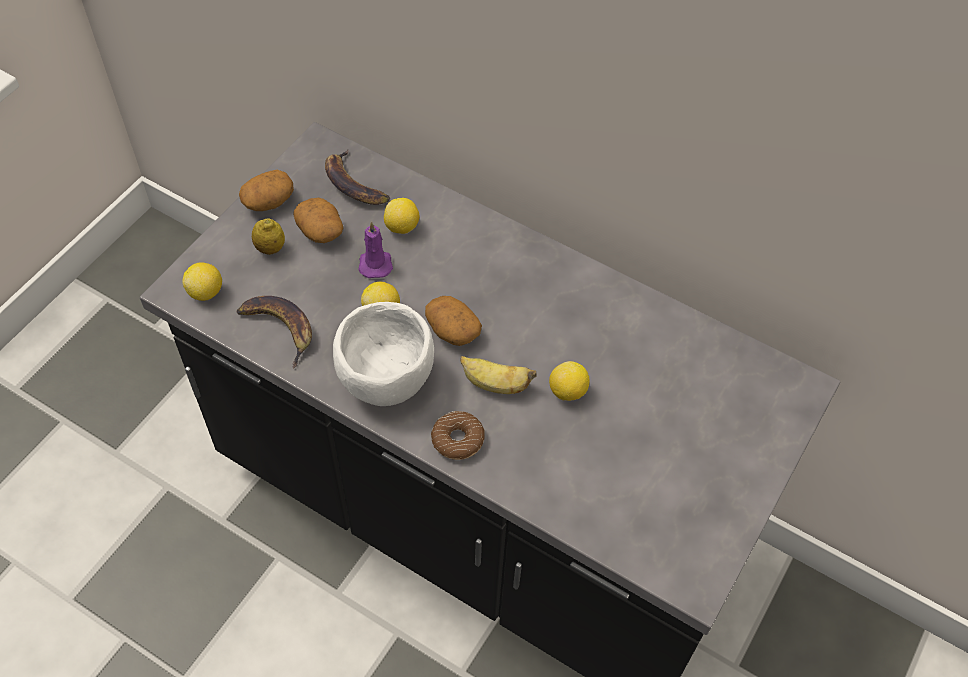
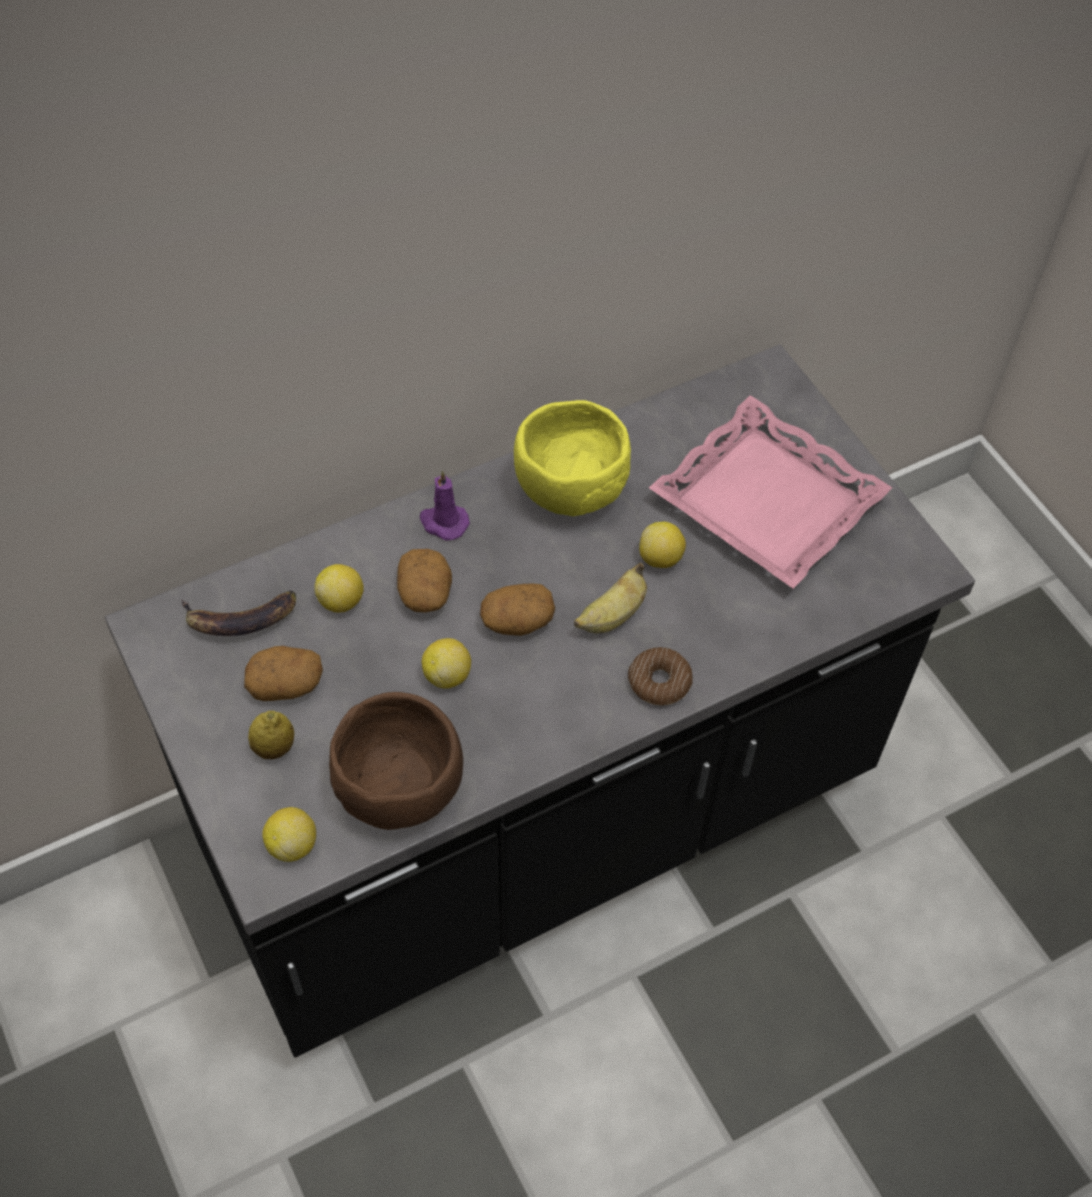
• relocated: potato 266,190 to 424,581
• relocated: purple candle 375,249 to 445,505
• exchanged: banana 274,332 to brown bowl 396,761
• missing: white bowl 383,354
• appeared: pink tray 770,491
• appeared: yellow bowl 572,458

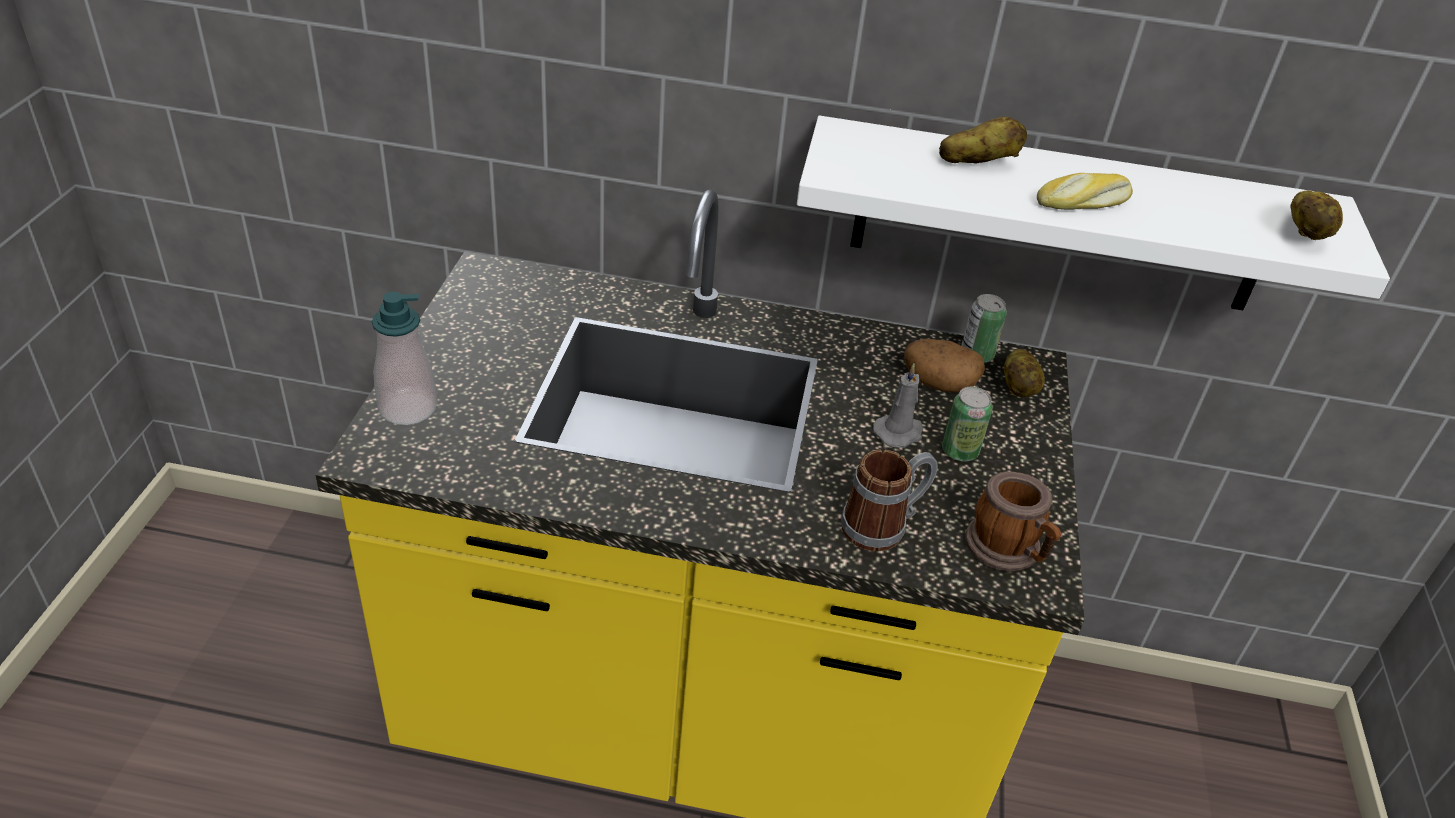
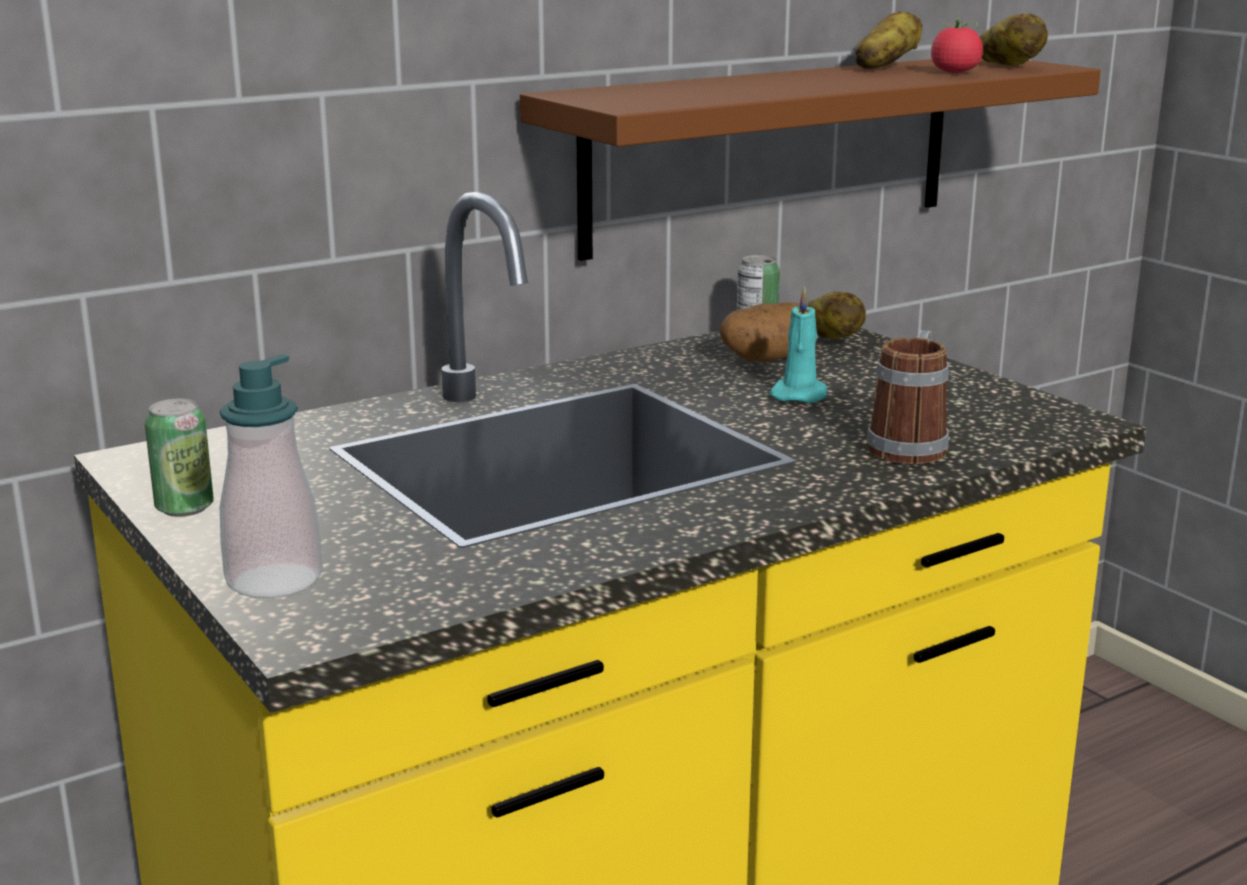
• colour: white shelf 1093,213 to brown shelf 810,159
• relocated: potato 983,140 to 888,40
• missing: bread 1085,191
• colour: grey candle 898,405 to turquoise candle 798,344
• relocated: can 967,424 to 179,458
• missing: mug 1013,521
• appeared: tomato 957,45

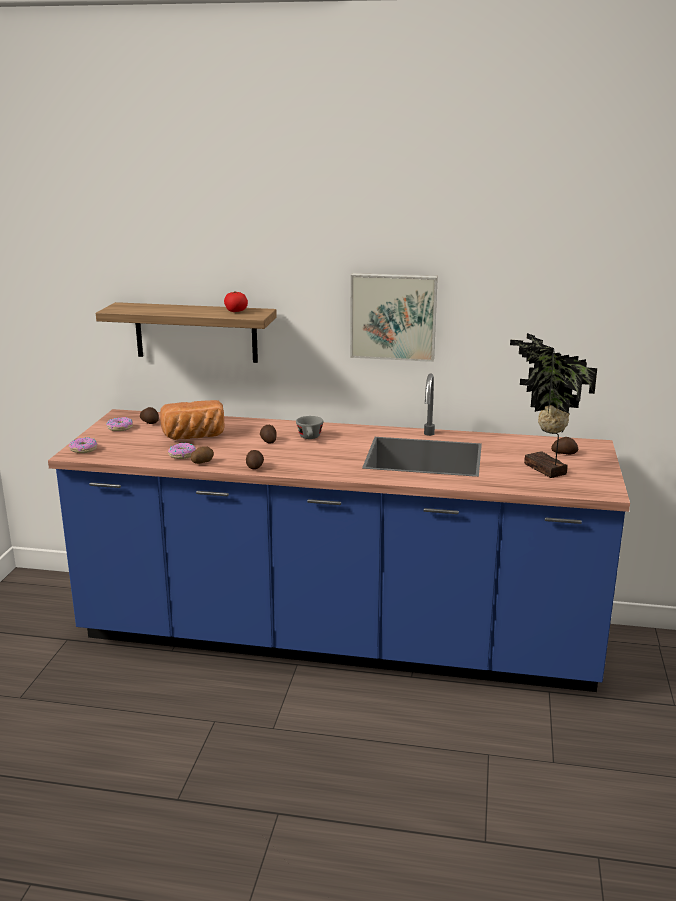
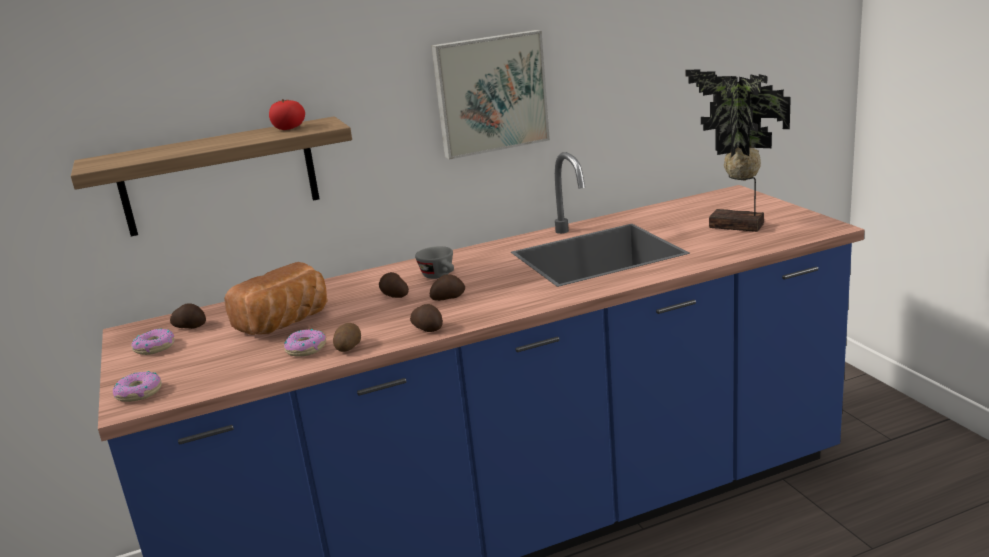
• relocated: potato 564,446 to 447,287

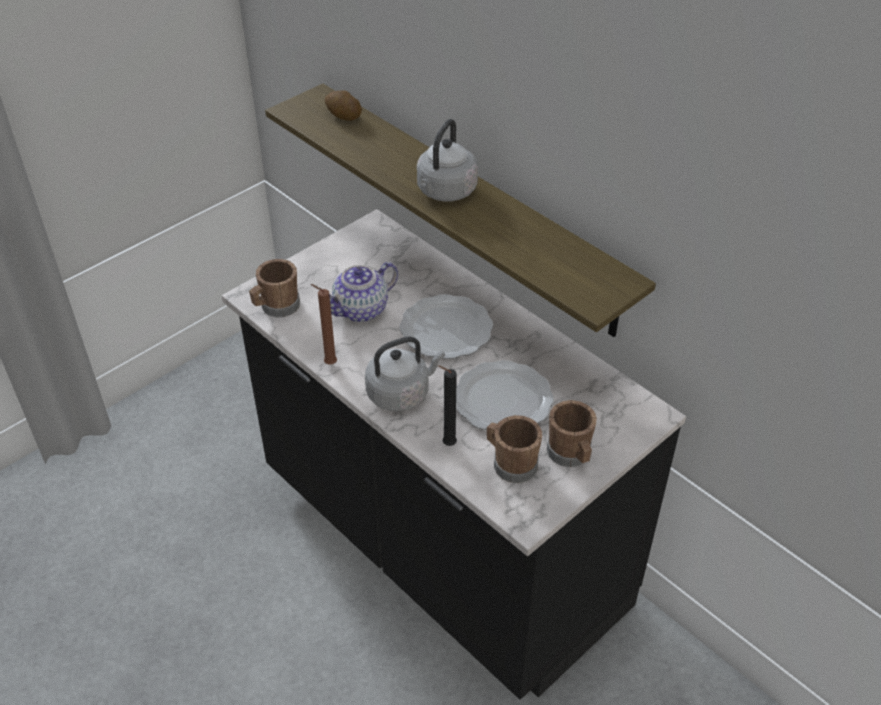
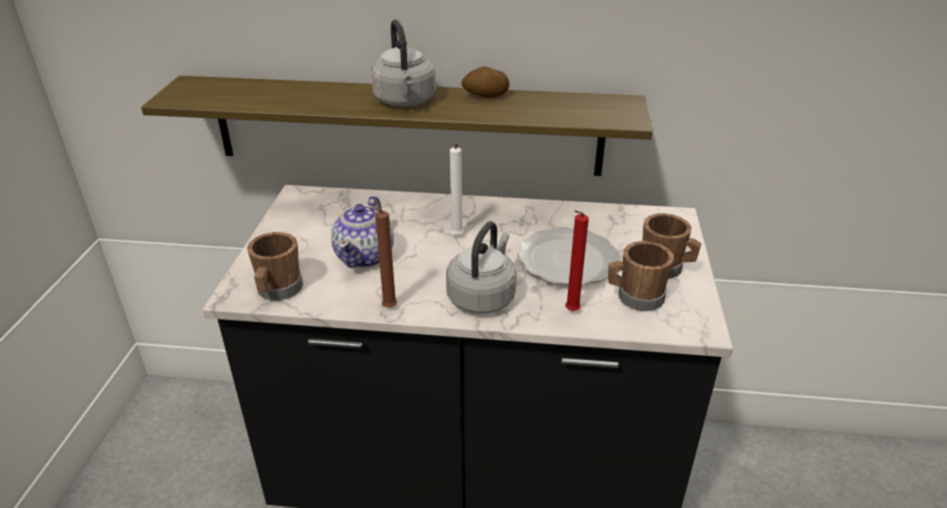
• relocated: potato 343,105 to 485,82
• exchanged: plate 446,326 to white candle 456,190
• colour: black candle 447,405 to red candle 577,260

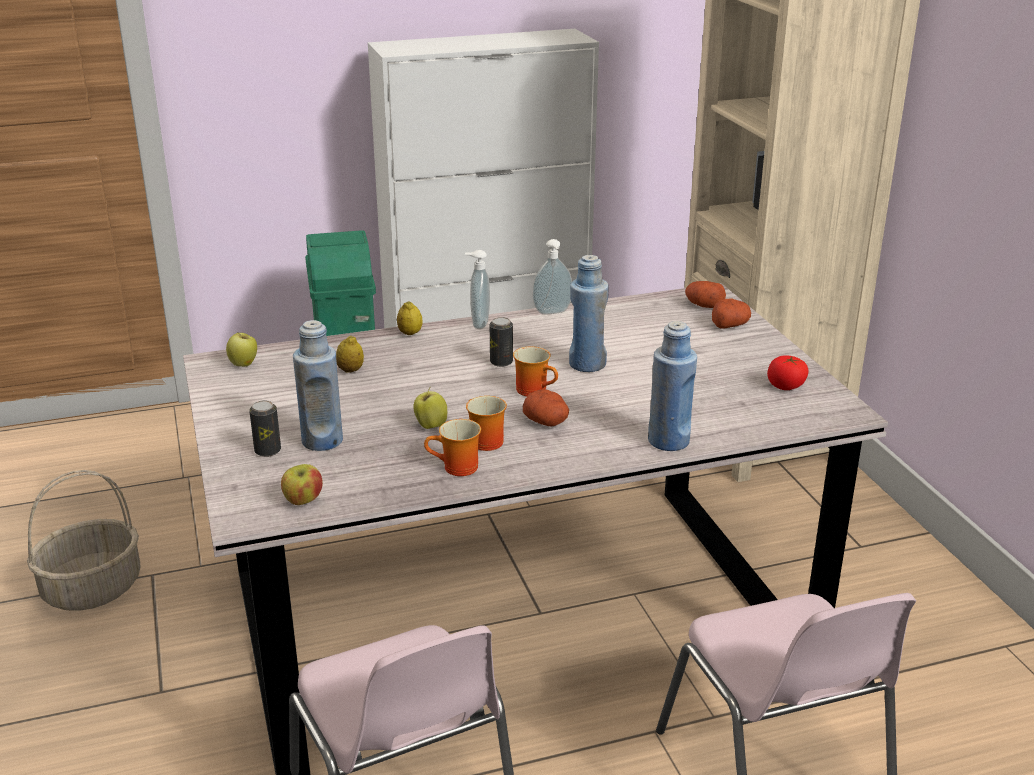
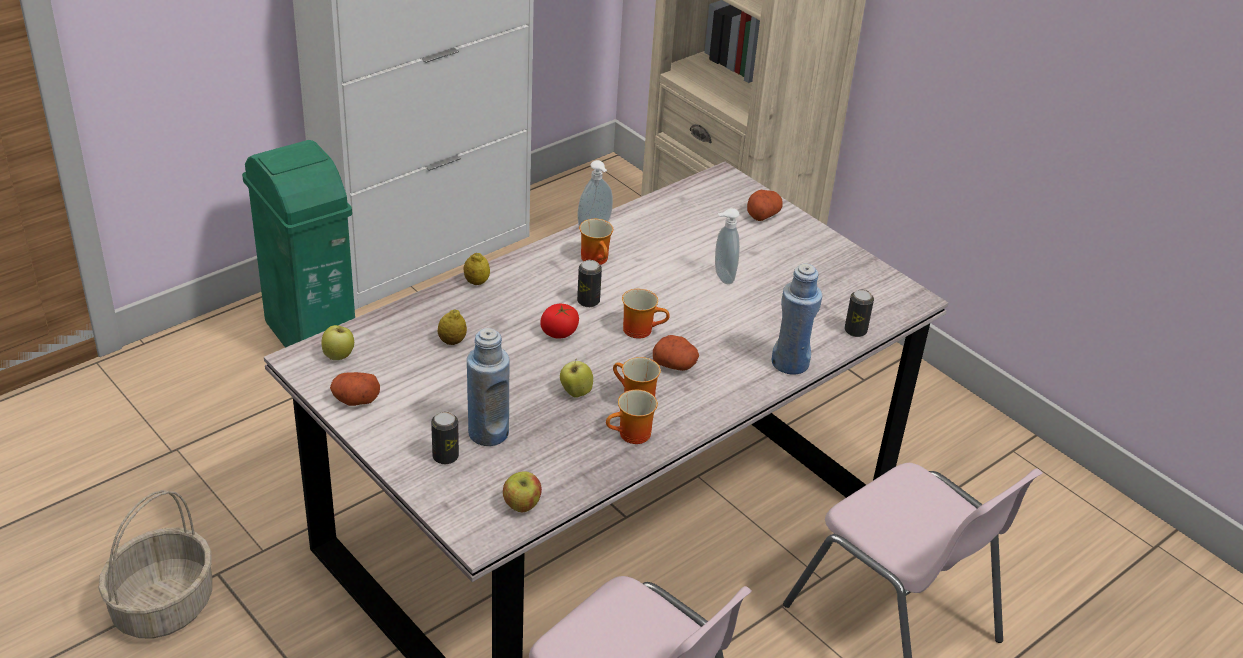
• relocated: soap dispenser 477,289 to 727,246
• missing: blue bottle 589,313
• relocated: potato 705,294 to 355,389
• relocated: tomato 788,372 to 559,321
• appeared: mug 596,242
• appeared: can 859,313

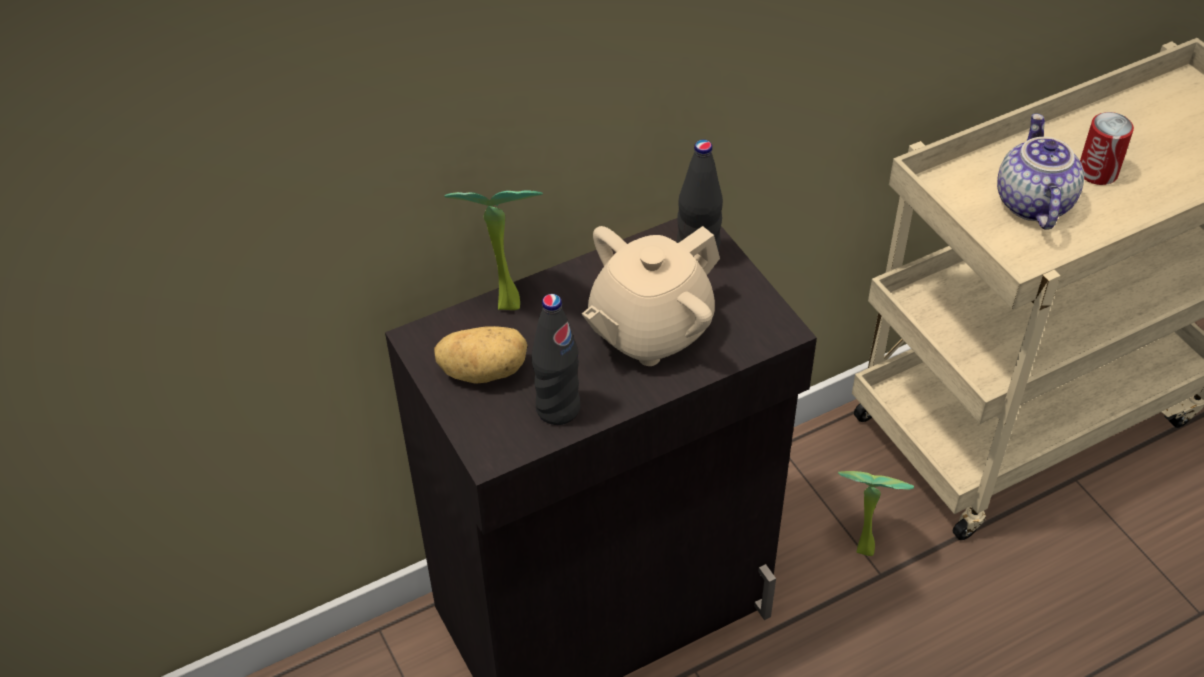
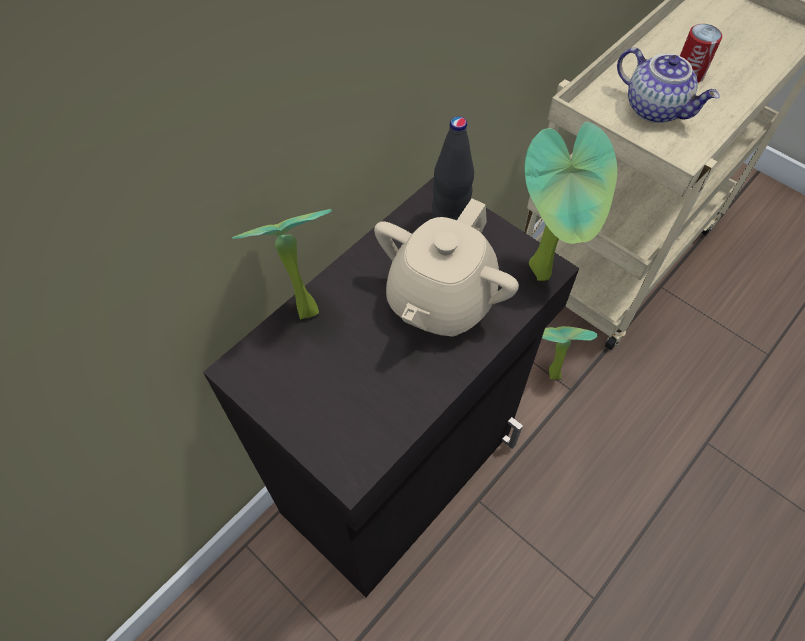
• spun: teapot 1040,172 = 668,85 150 degrees clockwise
• missing: black bottle 555,359
• missing: potato 480,355
• appeared: potted plant 570,201

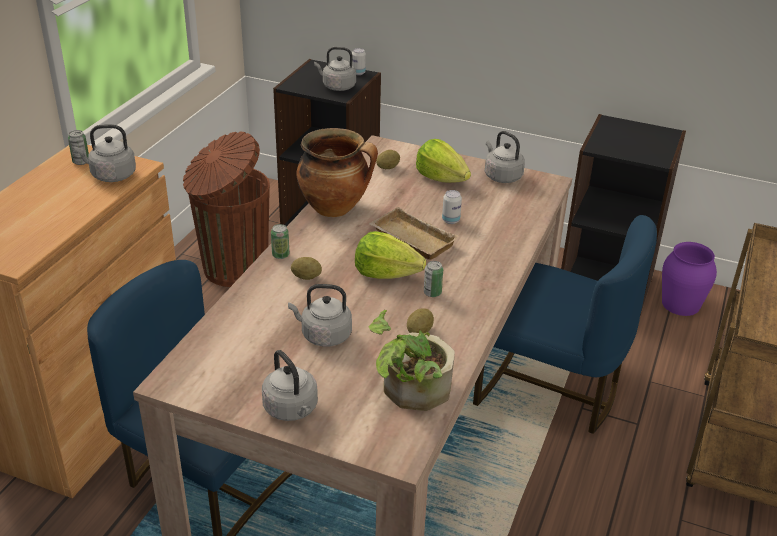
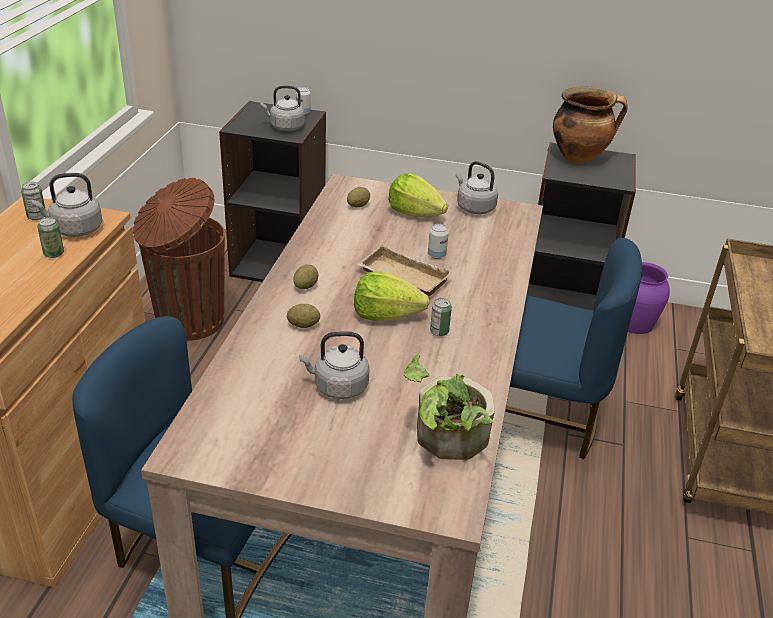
• relocated: cooking pot 337,172 to 590,125
• relocated: can 280,241 to 50,237
• relocated: potato 420,320 to 305,277
• missing: grey kettle 290,385

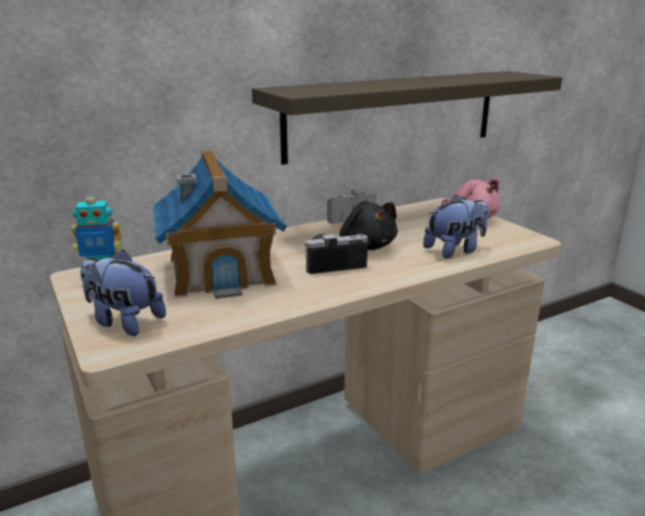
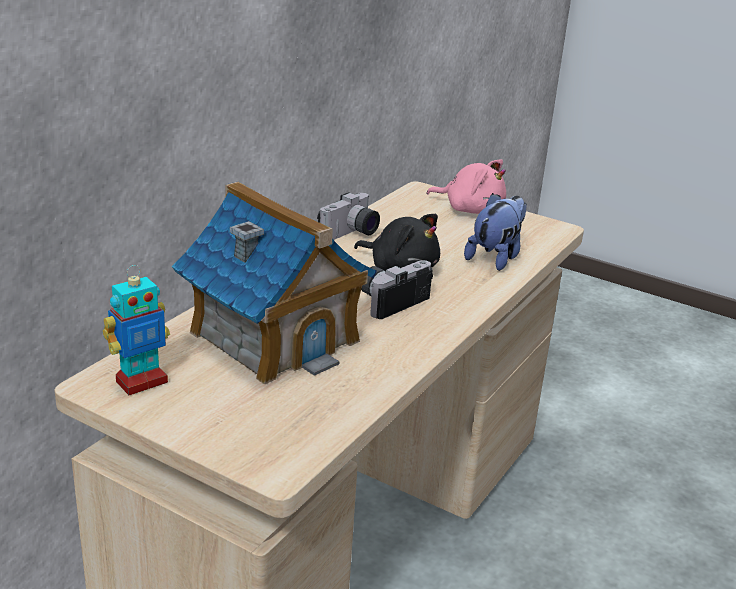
• missing: shelf 407,118
• missing: plush toy 123,293

